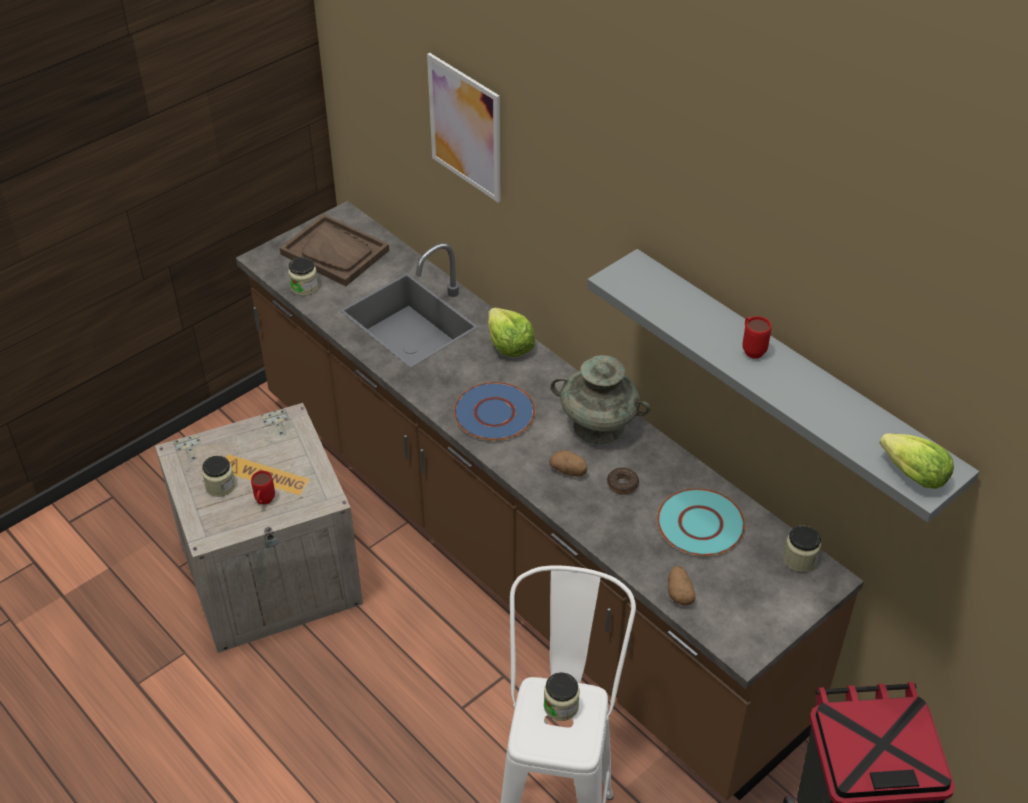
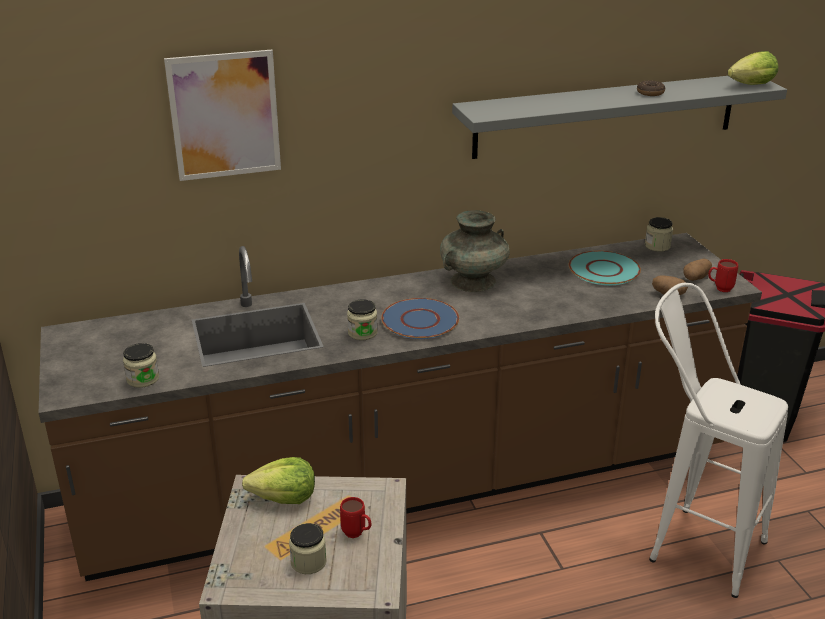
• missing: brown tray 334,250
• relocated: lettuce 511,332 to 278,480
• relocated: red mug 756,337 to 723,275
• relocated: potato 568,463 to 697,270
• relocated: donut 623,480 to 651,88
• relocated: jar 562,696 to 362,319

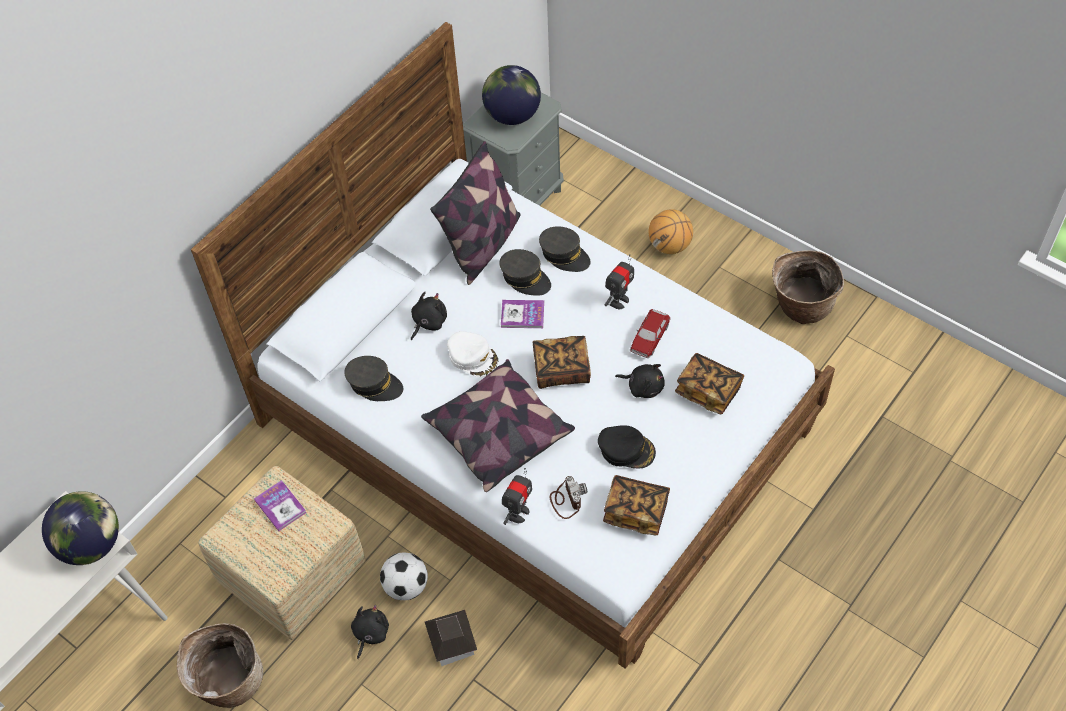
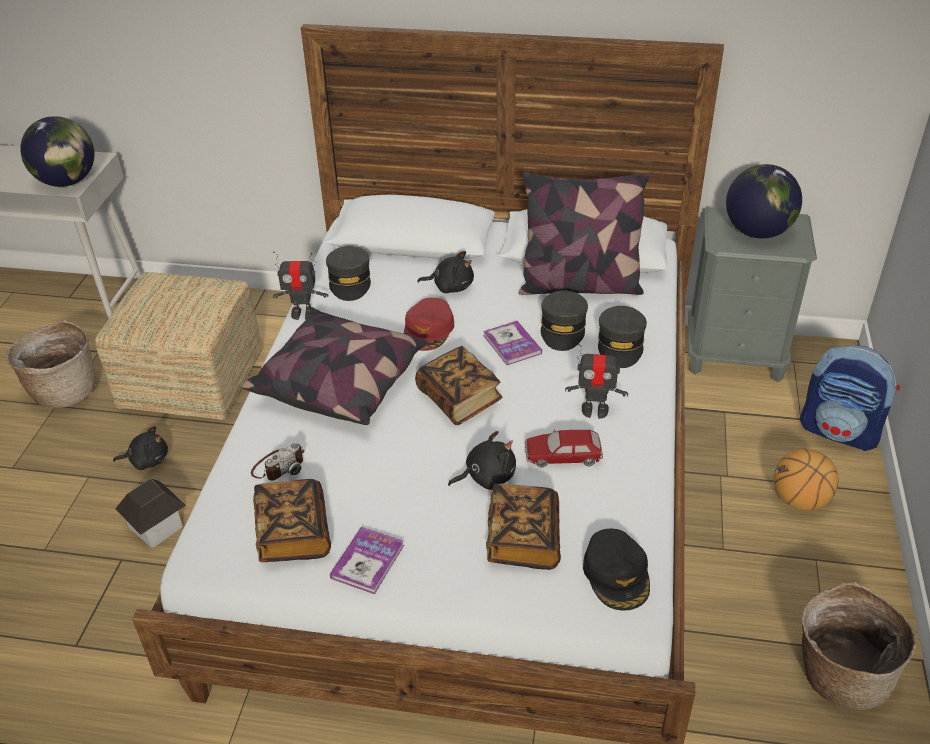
• colour: white cap 473,354 to red cap 429,324
• spun: black plush toy 640,381 = 482,460 105 degrees counterclockwise
• relocated: black cap 627,446 to 616,570
• relocated: toy robot 517,496 to 300,286
• relocated: book 280,505 to 367,560
• missing: football 404,576
• appeared: backpack 850,398

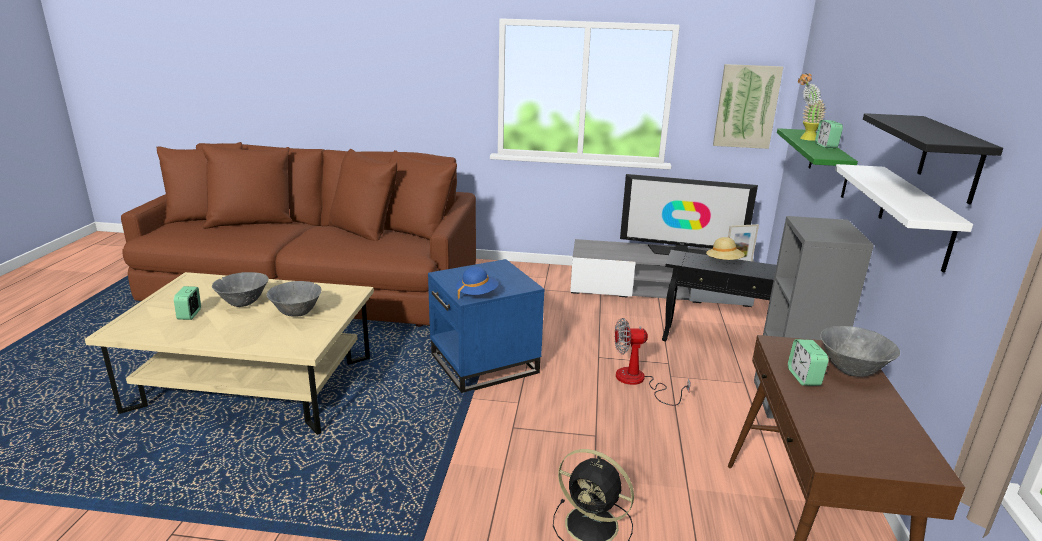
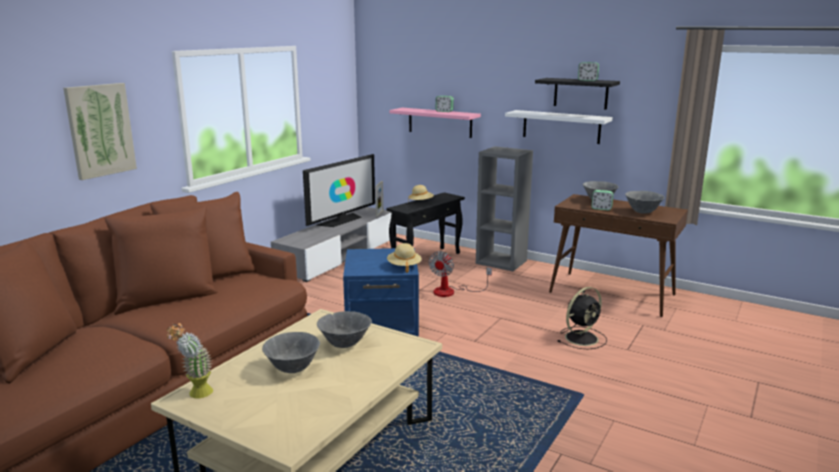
• relocated: picture 748,106 to 100,131
• relocated: potted plant 812,107 to 189,360
• colour: green shelf 817,163 to pink shelf 435,123
• colour: blue hat 477,282 to beige hat 404,258
• relocated: alarm clock 187,303 to 588,71
• appeared: grey bowl 645,202

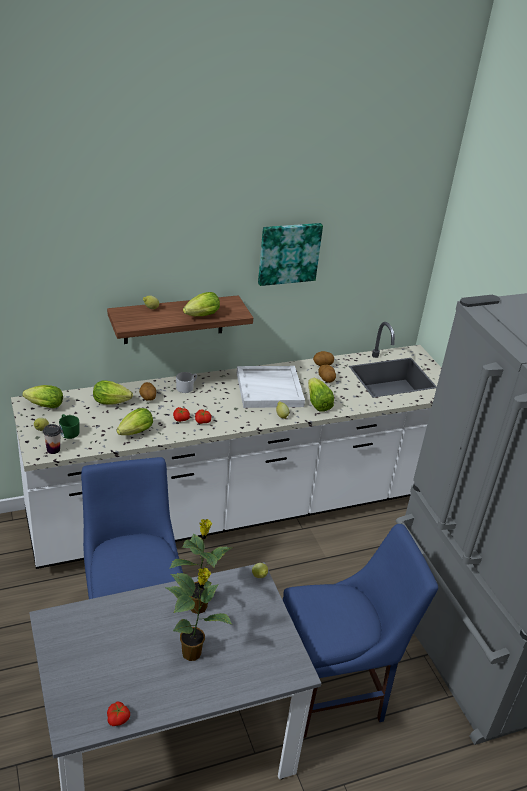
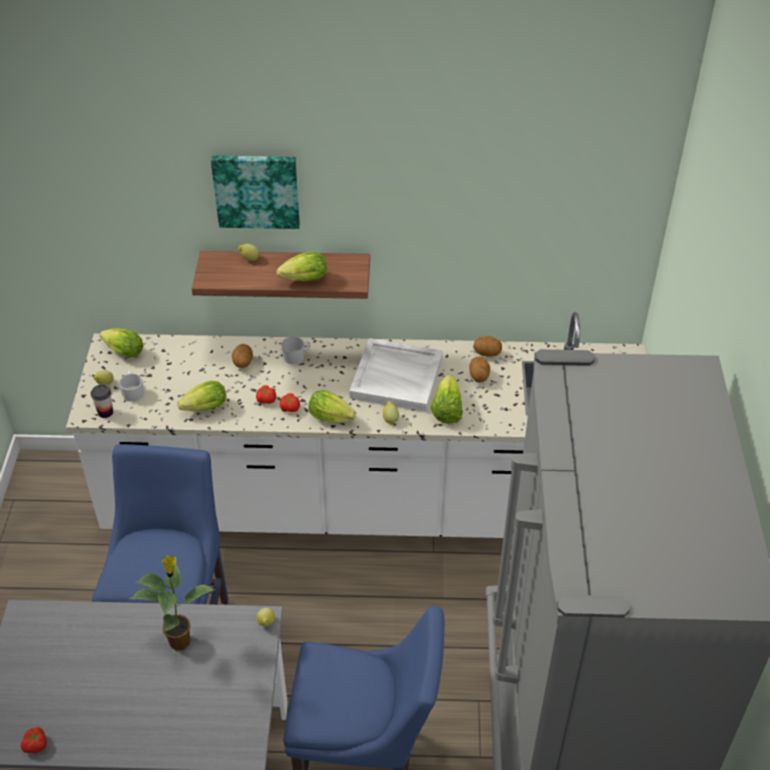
• relocated: picture 290,254 to 255,192
• relocated: lettuce 113,392 to 332,406
• colour: green mug 69,426 to white mug 131,386
• missing: potted plant 199,614

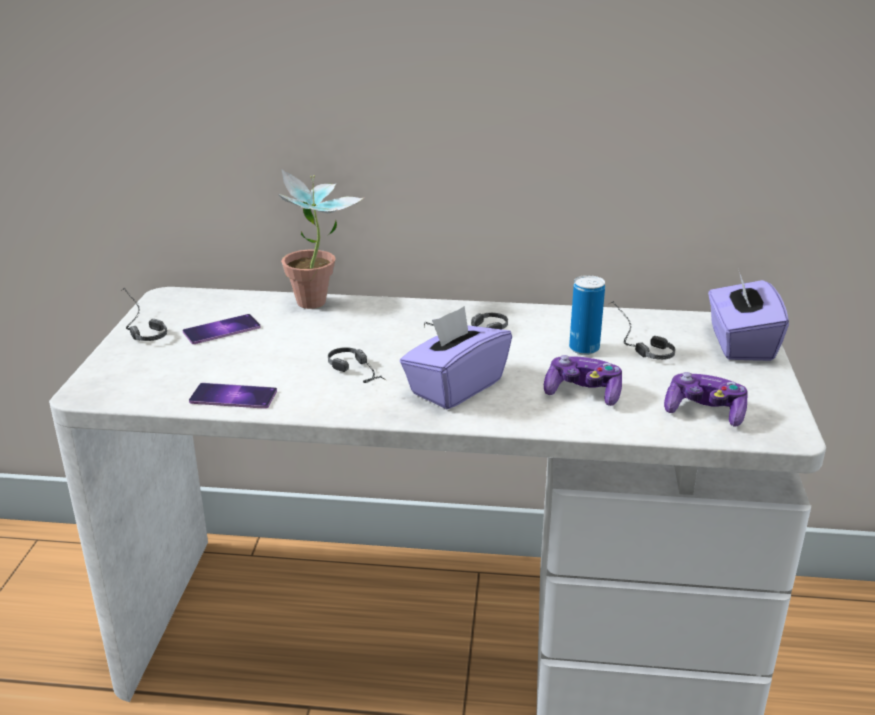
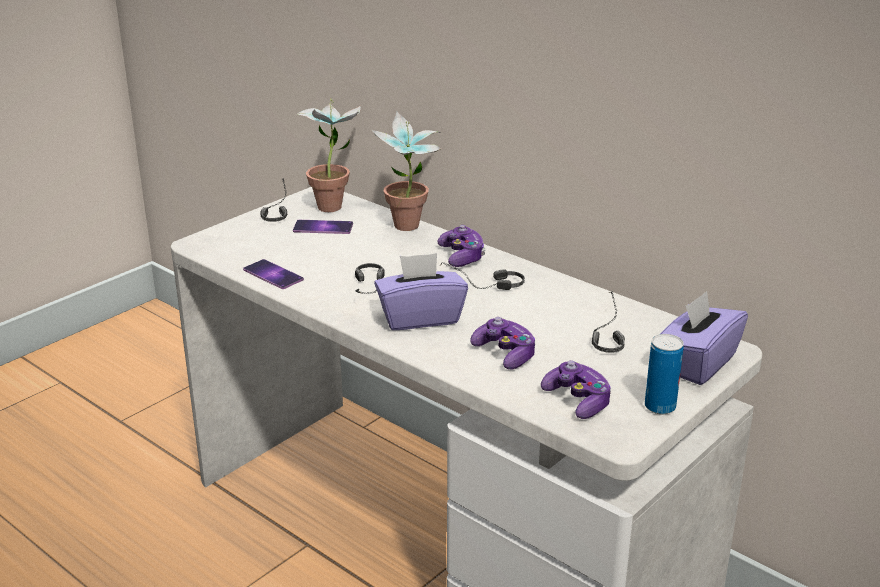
• relocated: can 587,315 to 664,374
• appeared: potted plant 328,155
• appeared: game controller 461,246

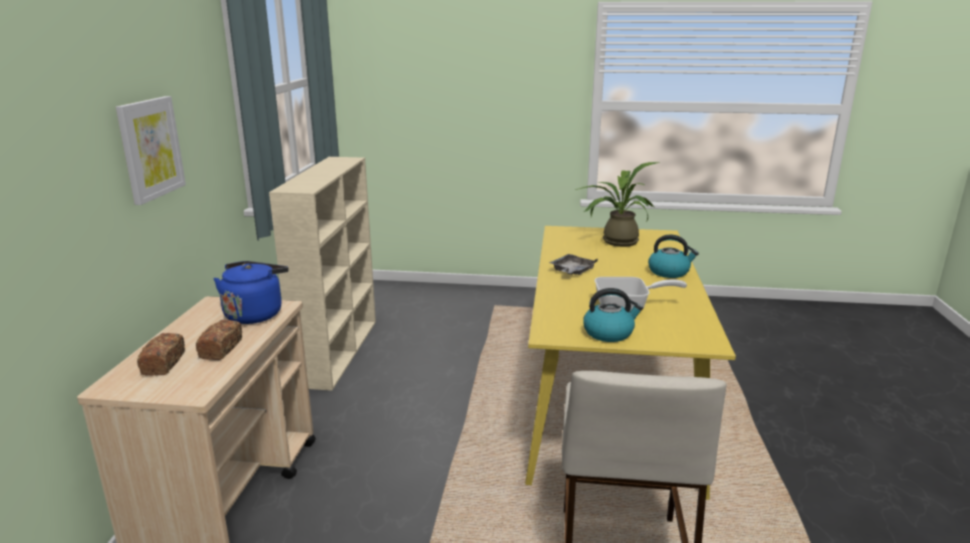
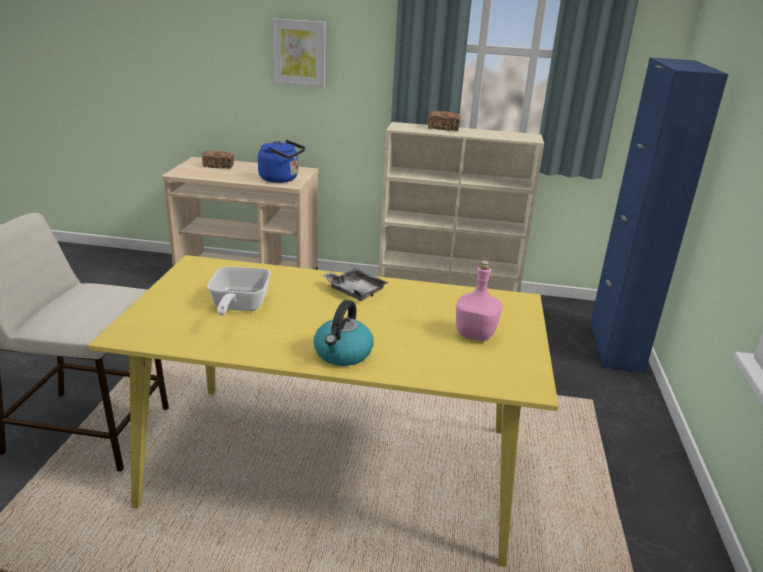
• exchanged: potted plant 617,204 to pink bottle 479,301
• missing: kettle 613,315
• relocated: bread 219,340 to 444,121
• appeared: blue cabinet 659,215

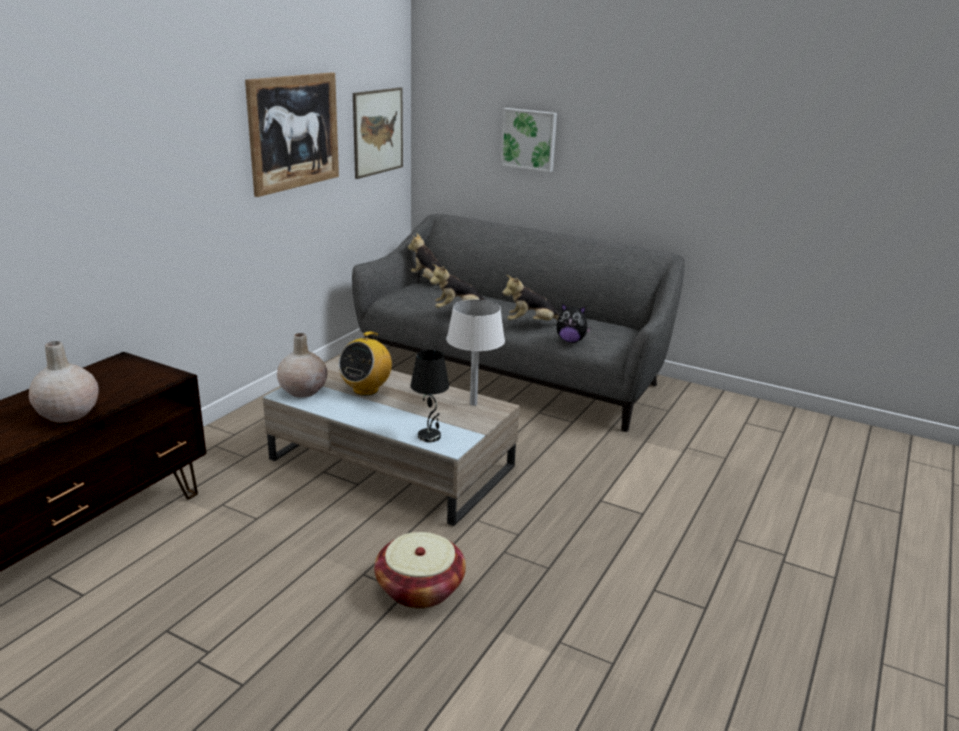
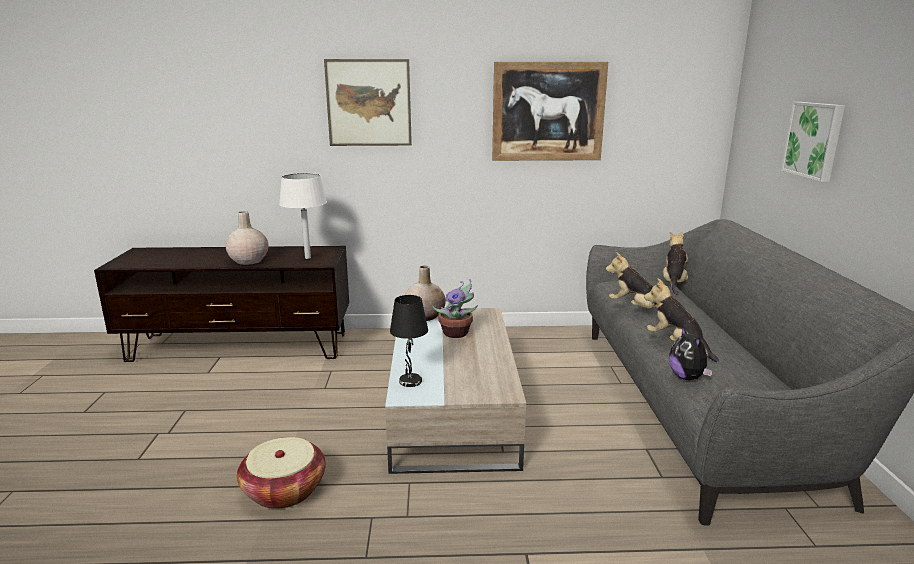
• relocated: picture 378,133 to 368,102
• relocated: white table lamp 475,353 to 303,216
• exchanged: radio 365,363 to potted plant 455,308

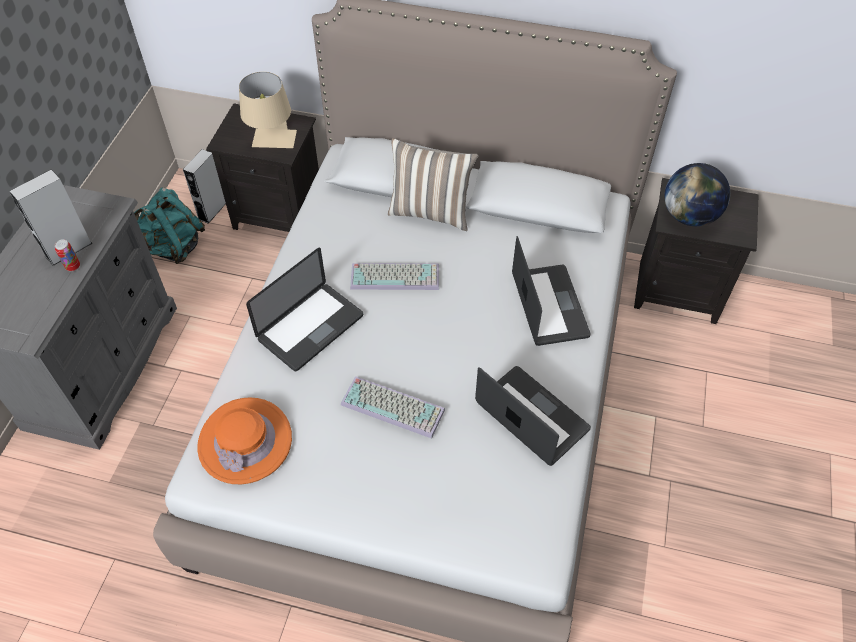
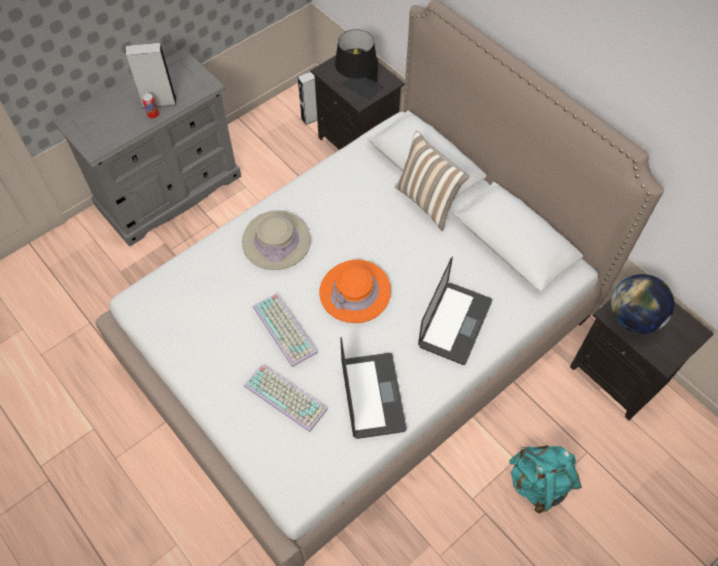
• colour: beige table lamp 268,110 to black table lamp 359,64
• relocated: turquoise backpack 169,225 to 545,479
• exchanged: laptop 304,309 to beige hat 276,240
• relocated: keyboard 394,276 to 286,398
• relocated: orange hat 244,441 to 355,291

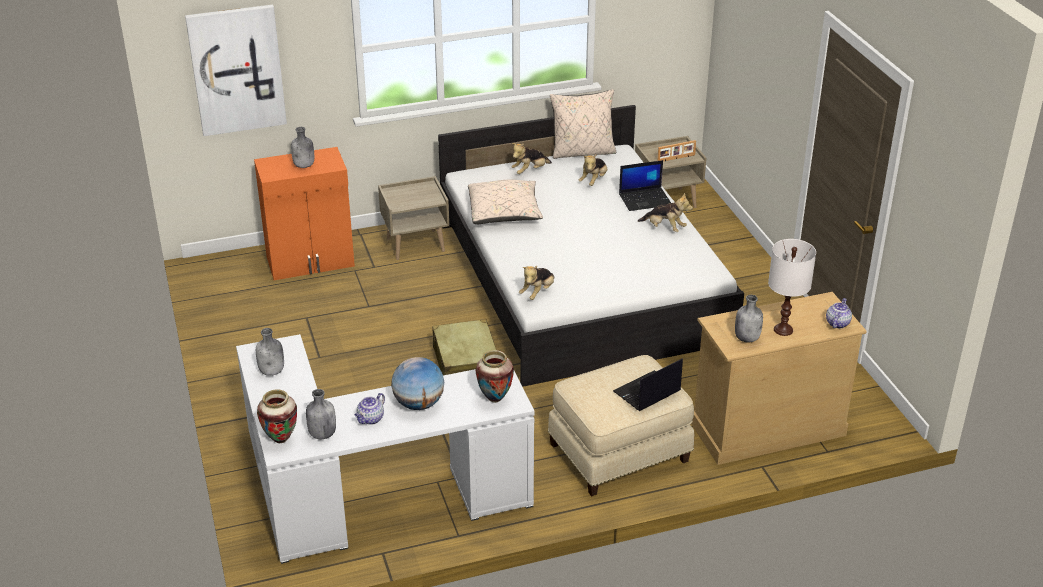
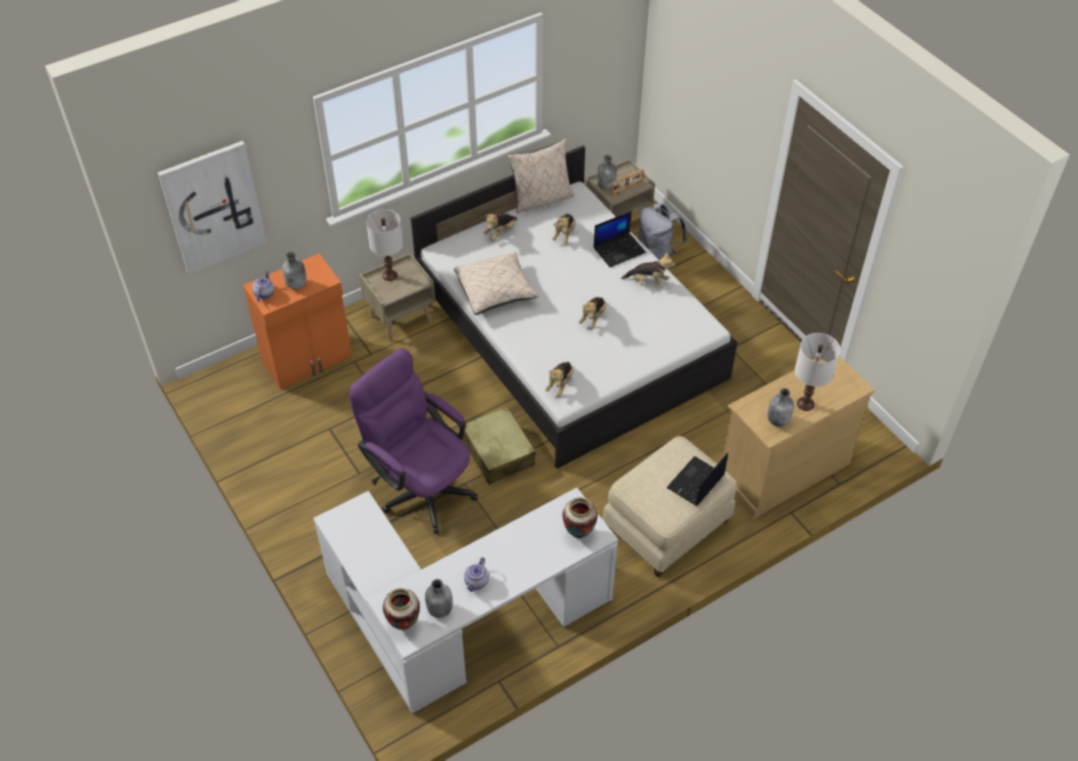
• relocated: teapot 839,313 to 263,286
• relocated: grey bottle 270,352 to 607,172
• missing: globe 417,383
• appeared: grey backpack 663,231
• appeared: white table lamp 384,245
• appeared: plush toy 592,313
• appeared: purple office chair 413,441

